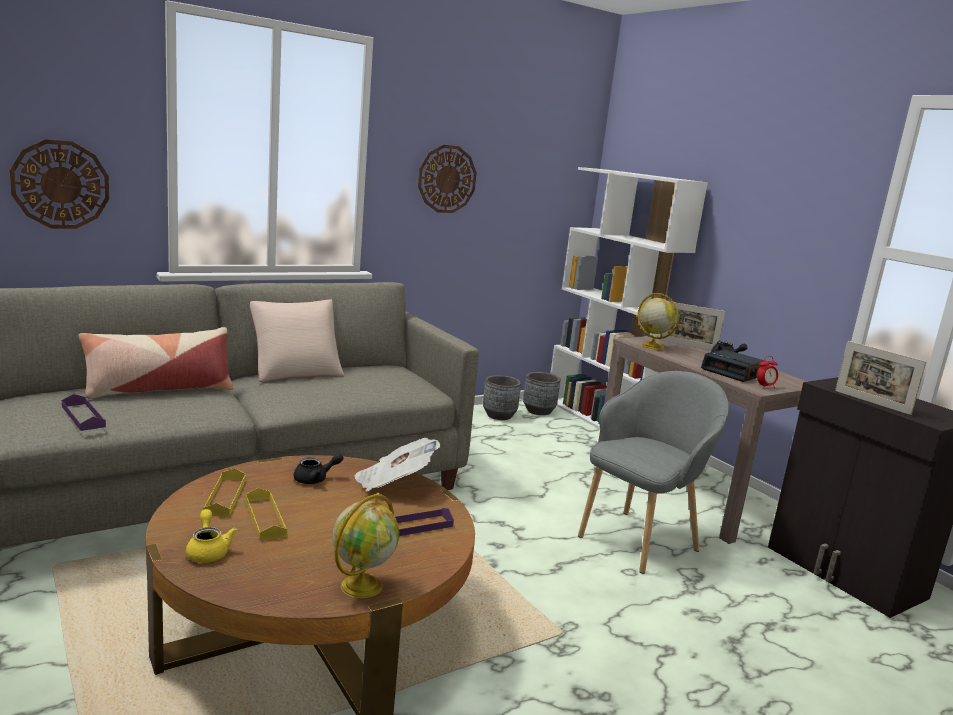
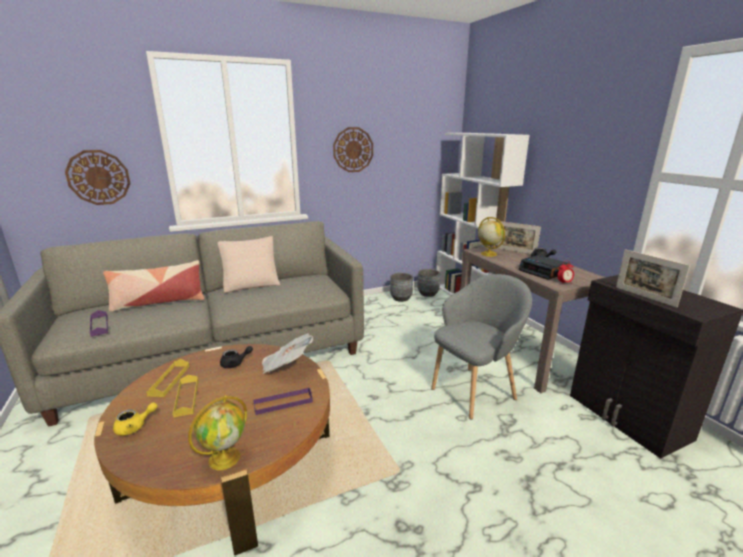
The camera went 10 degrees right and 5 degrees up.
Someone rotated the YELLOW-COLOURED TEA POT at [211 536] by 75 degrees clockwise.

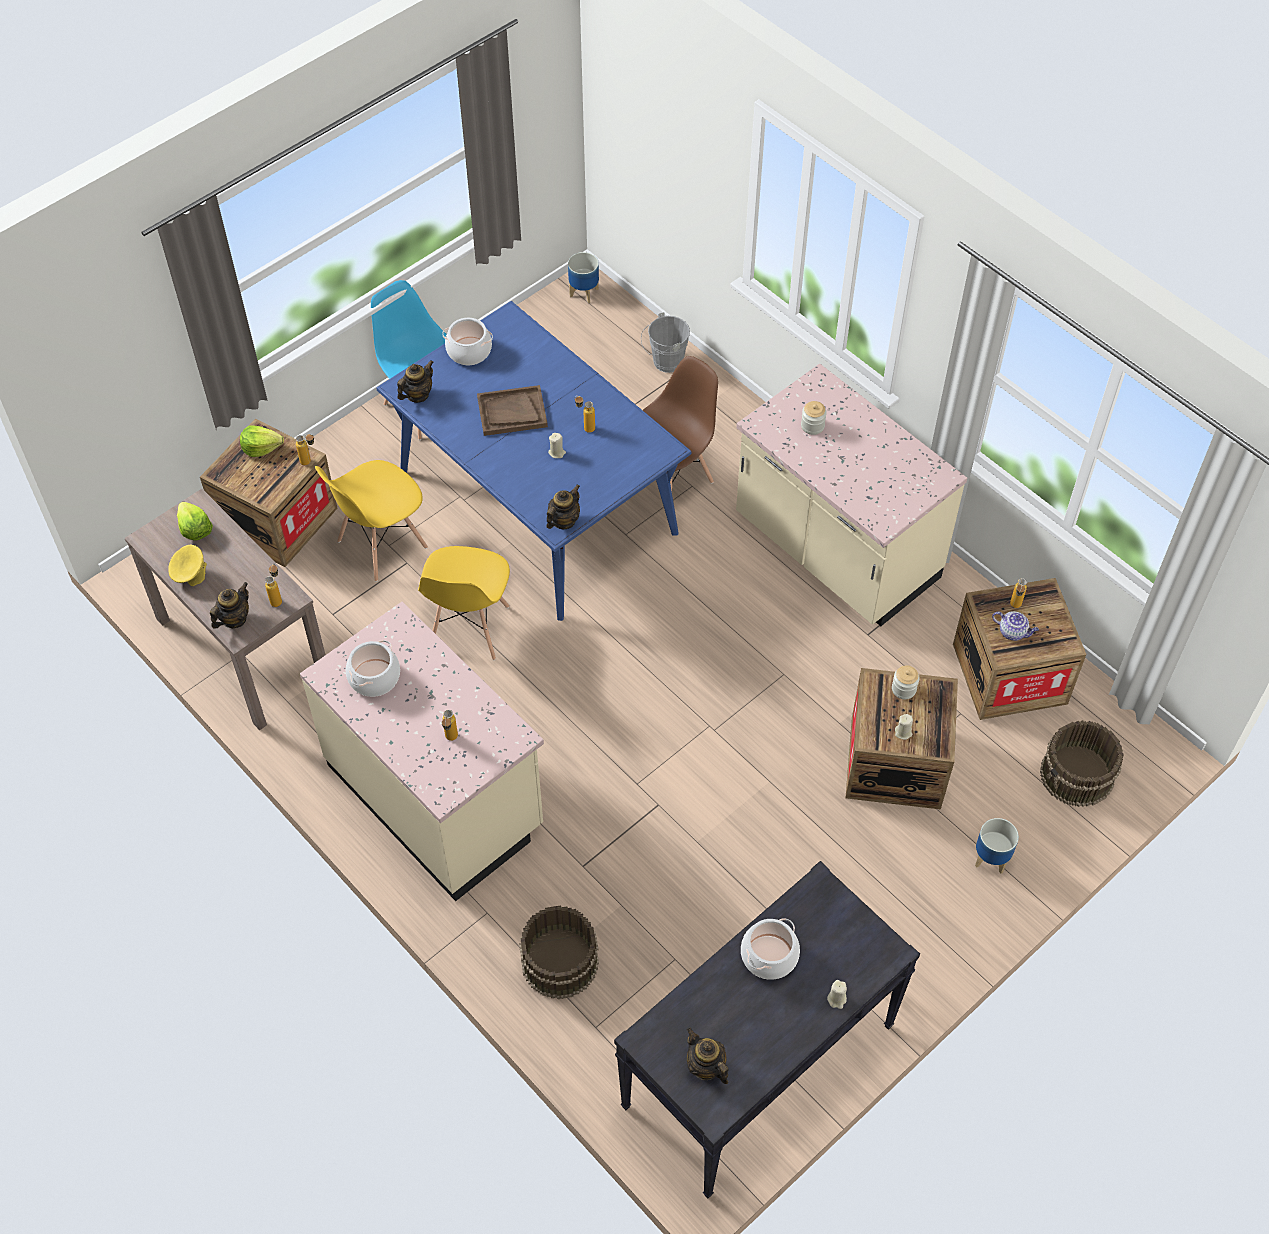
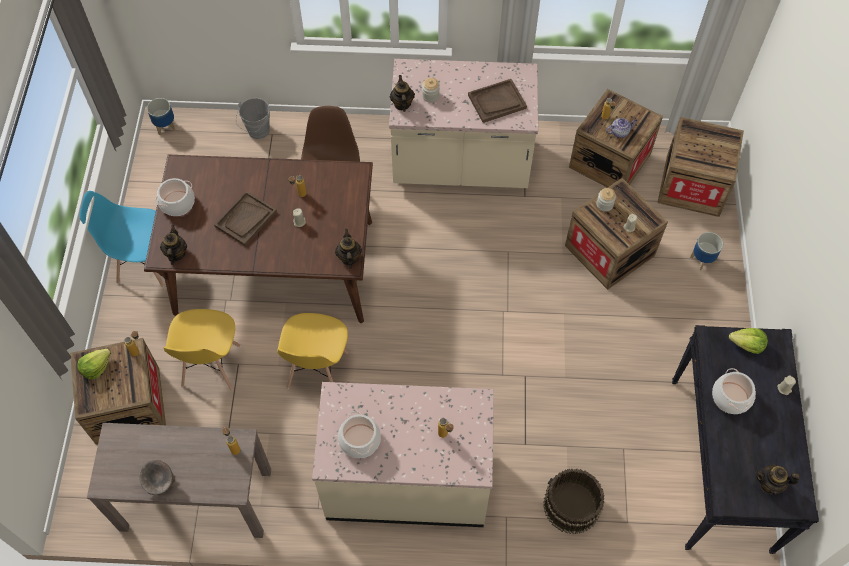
The camera went 45 degrees left and 5 degrees up.
Someone repainted the YELLOW-COLOURED SERVING BOWL at [187 565], which became the GREY SERVING BOWL at [157 477].
Someone carried the LETTUCE HEAD from [195 521] to [748 341].
Someone carried the TEA POT from [229 605] to [402 93].
Someone repainted the BLUE-COLOURED DINING TABLE at [533 461], which became the BROWNISH DINING TABLE at [258 239].
Someone rotated the YELLOW-COLOURED PLAIN CHAIR at [464 603] by 45 degrees clockwise.
Someone swapped the BROWNISH BUCKET at [1082 763] for the SHIPPING CRATE at [701 167].
Someone put down the BROWNISH SERVING TRAY at [497 101].

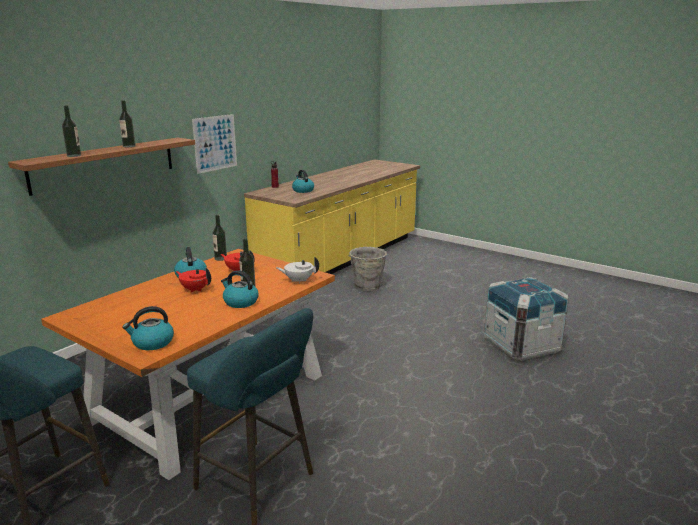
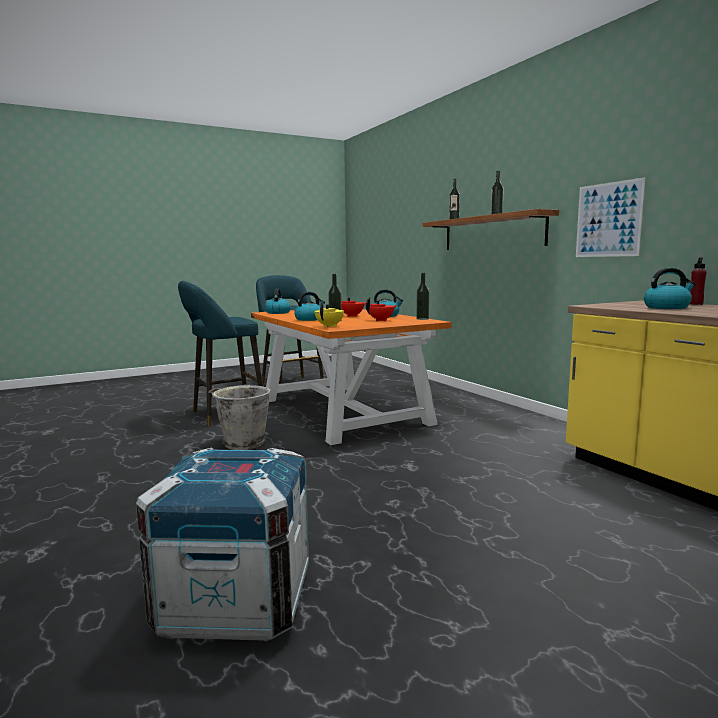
The camera went 115 degrees right and 10 degrees down.
Someone repainted the WHITE TEA POT at [297 270], which became the YELLOW-COLOURED TEA POT at [329 314].
Someone carried the GREY BUCKET from [368 269] to [239 417].

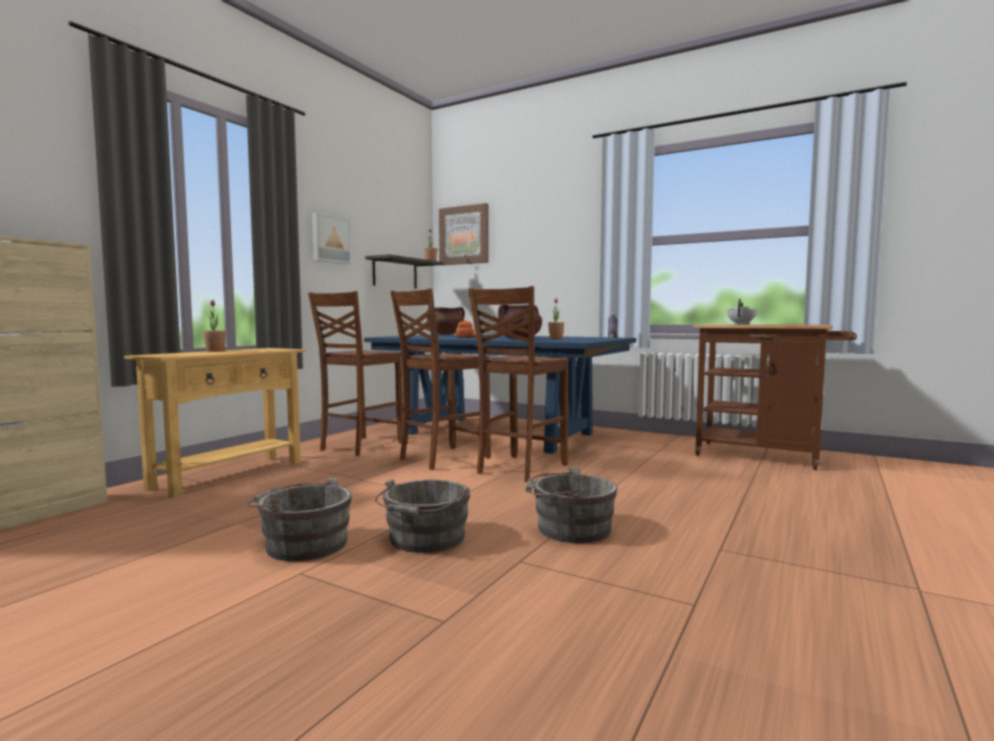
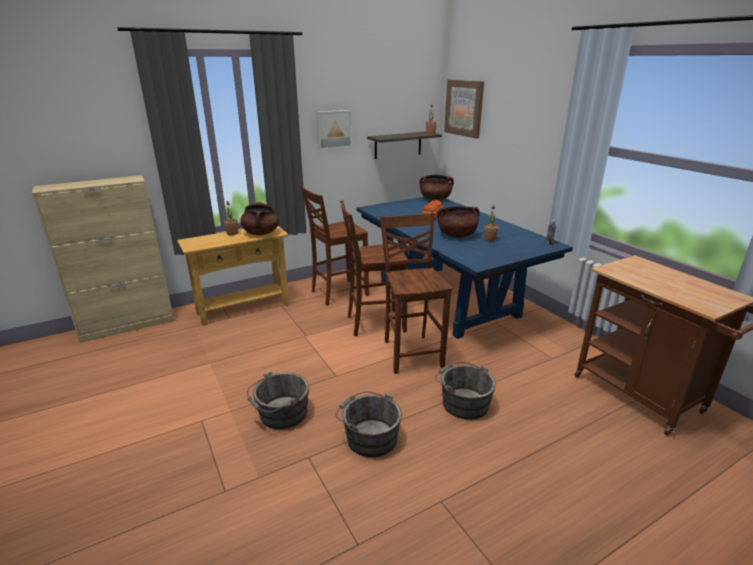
The camera went 30 degrees right and 20 degrees up.
Someone carried the GREY BUCKET from [299 519] to [465 391].
Someone rotated the BROWNISH PLAIN CHAIR at [518 384] by 105 degrees clockwise.
Someone took away the WHITE TEA POT at [742 312].
Someone put down the BROWNISH STOCKPOT at [260 218].

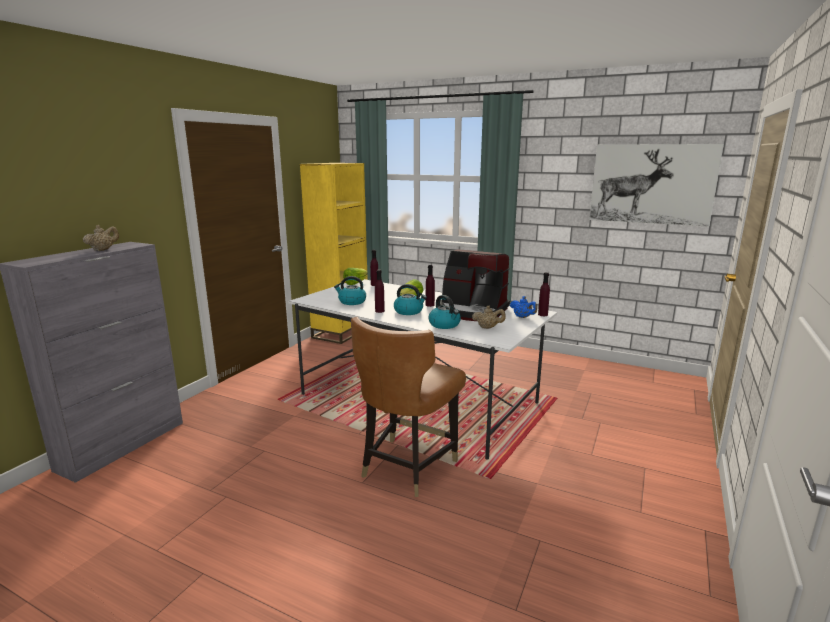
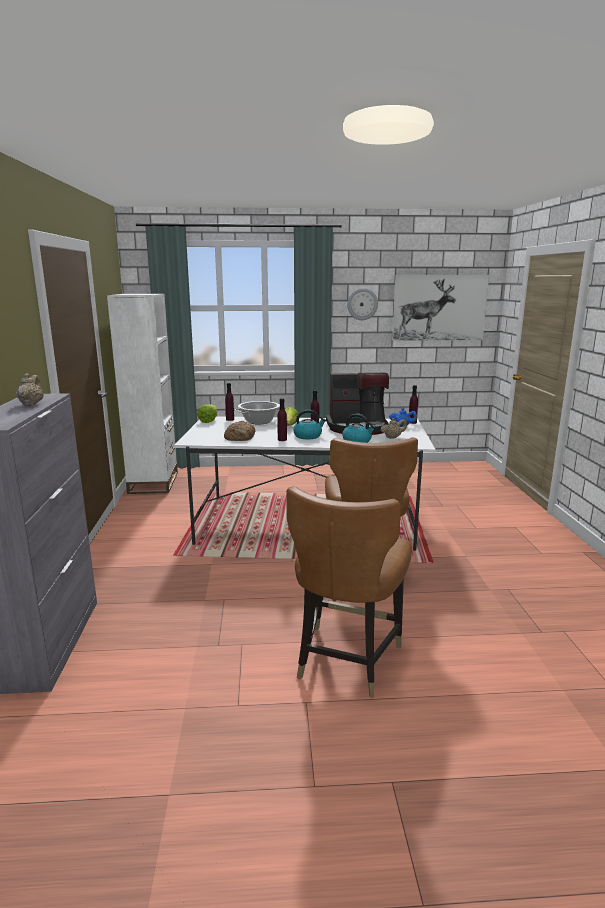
The camera went 30 degrees left and 0 degrees up.
Someone repainted the YELLOW-COLOURED BOOKCASE at [334 253], which became the WHITE BOOKCASE at [142 394].
Someone swapped the WATER KETTLE at [350 290] for the BAKERY BREAD at [239 431].
Someone put down the STOCKPOT at [257 412].
Someone put down the BROWNISH PLAIN CHAIR at [349 592].
Someone put up the CLOCK ON THE WALL at [362 304].

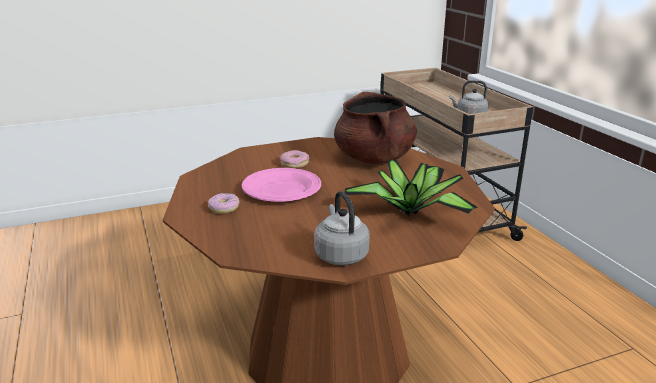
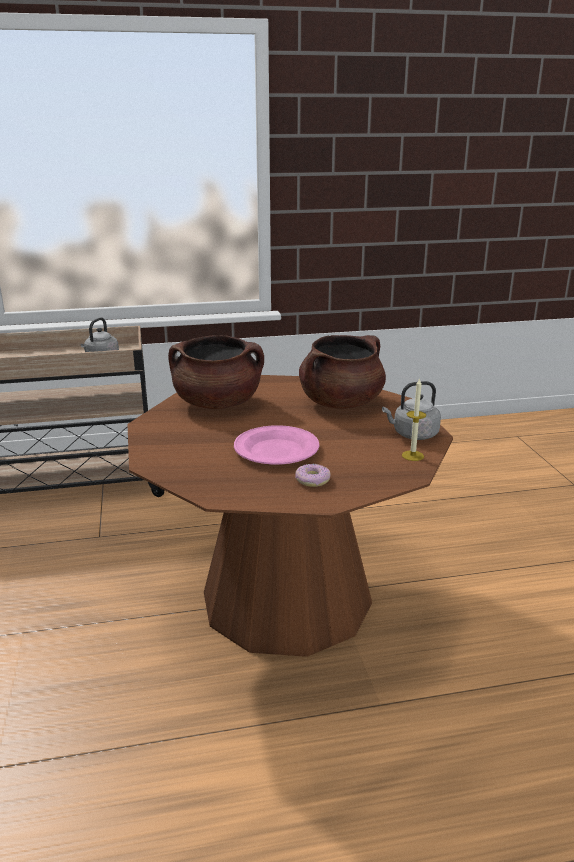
The camera went 80 degrees left and 0 degrees up.
Someone took away the DOUGHNUT at [294 159].
Someone swapped the POTTED PLANT at [411 187] for the BROWNISH STOCKPOT at [342 372].
Someone put down the WAX LIGHT at [414 419].

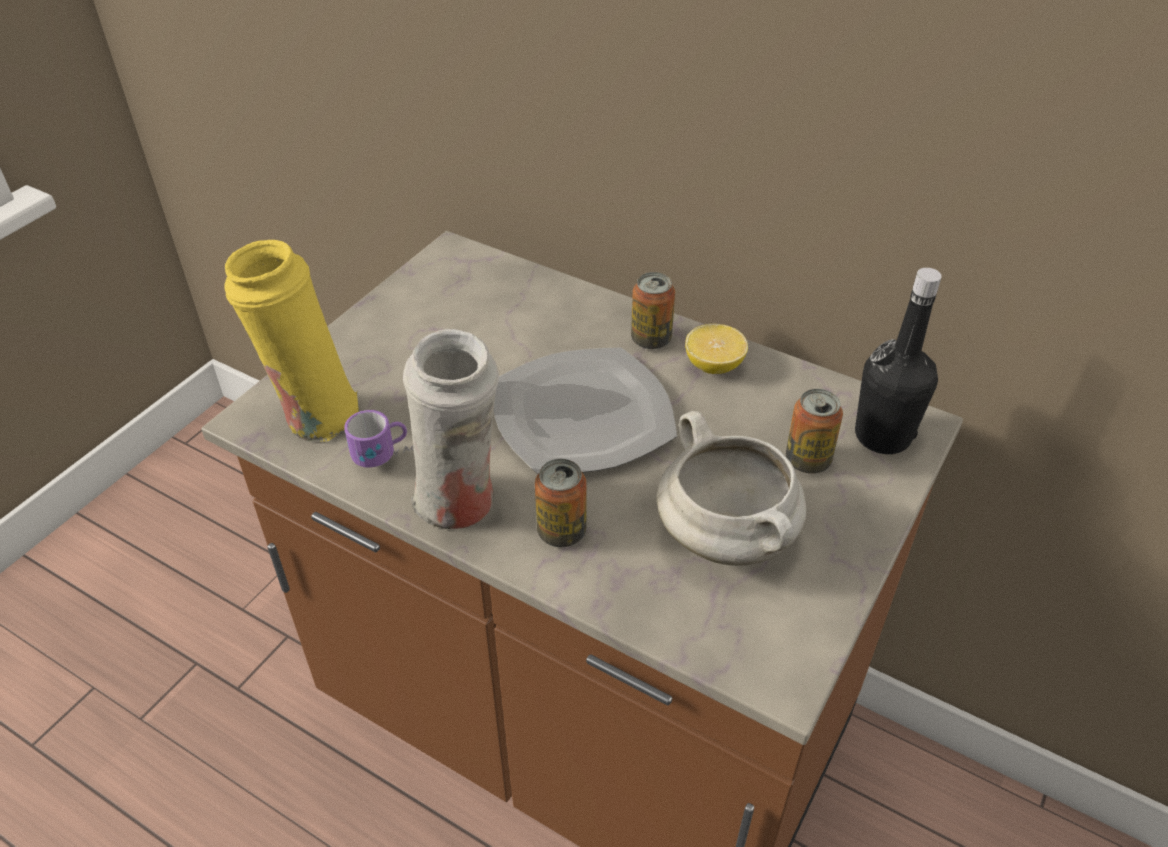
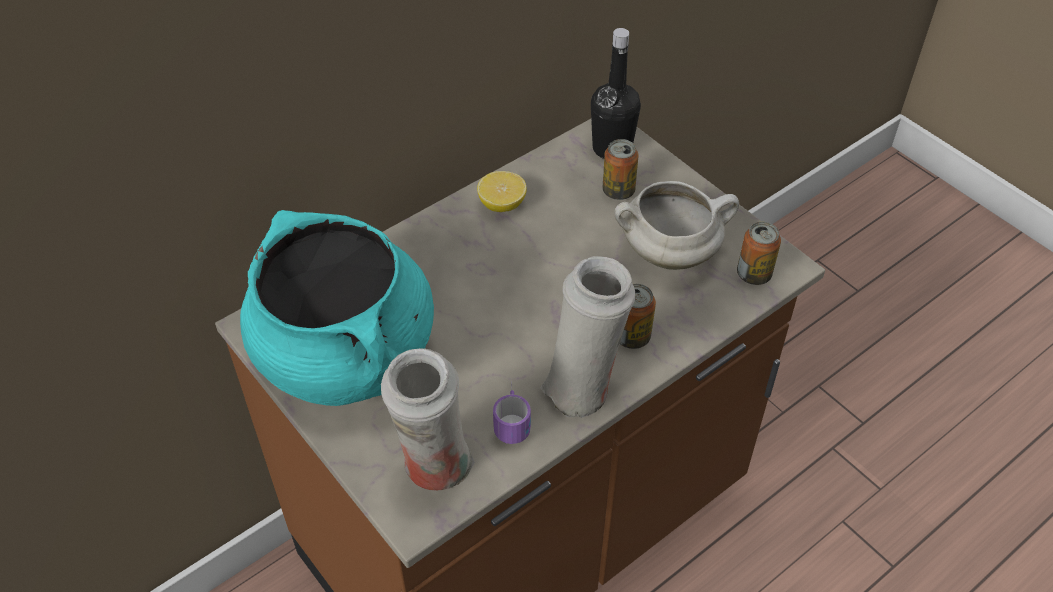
The camera went 70 degrees left and 5 degrees up.
Someone repainted the YELLOW-COLOURED FLOWER VASE at [291 341], which became the WHITE FLOWER VASE at [428 419].
Someone took away the PLATE at [585 411].
Someone carried the SEALED CAN from [653 310] to [759 253].
Someone put down the BLUE-GREEN STOCKPOT at [337 308].

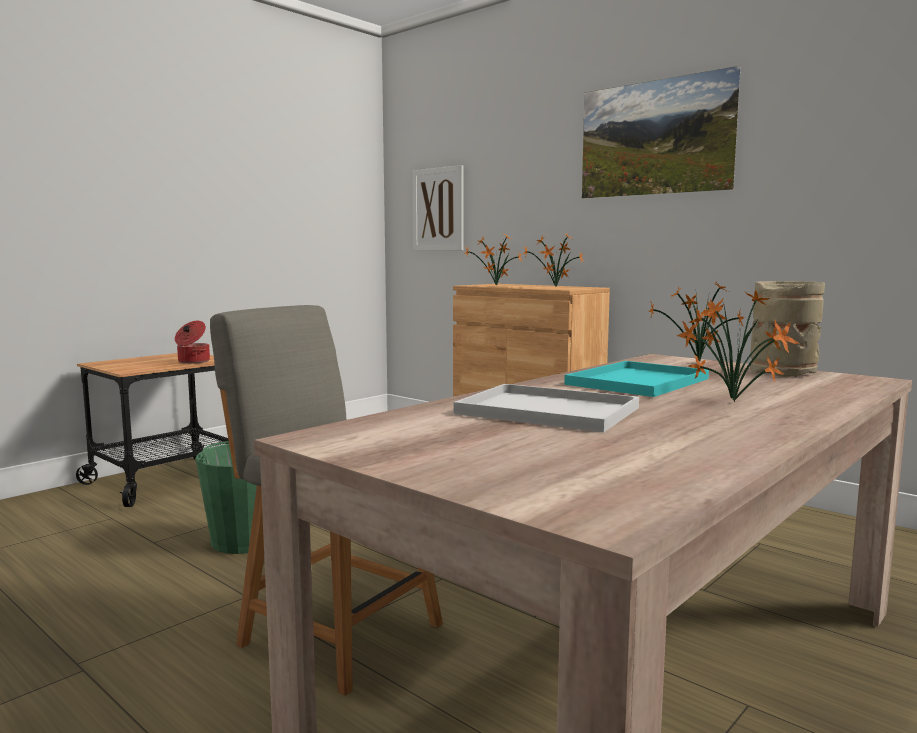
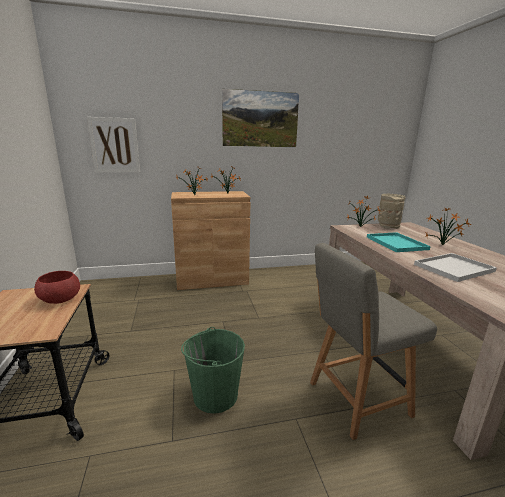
The camera went 55 degrees left and 10 degrees up.
Someone swapped the STOCKPOT at [192 342] for the REDDISH SERVING BOWL at [57 287].

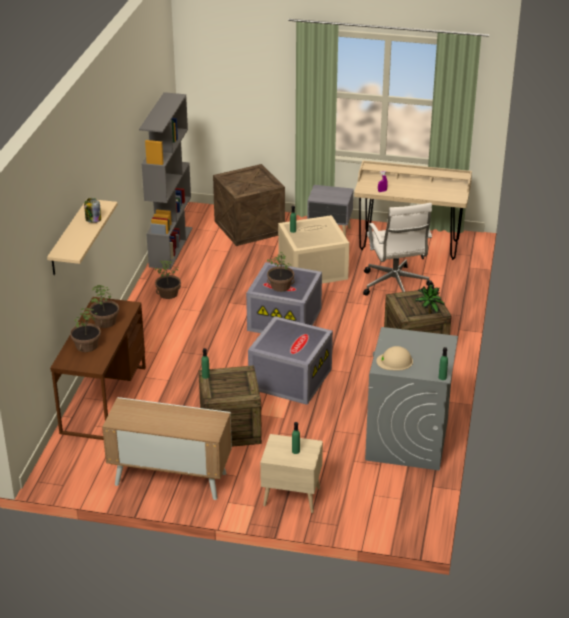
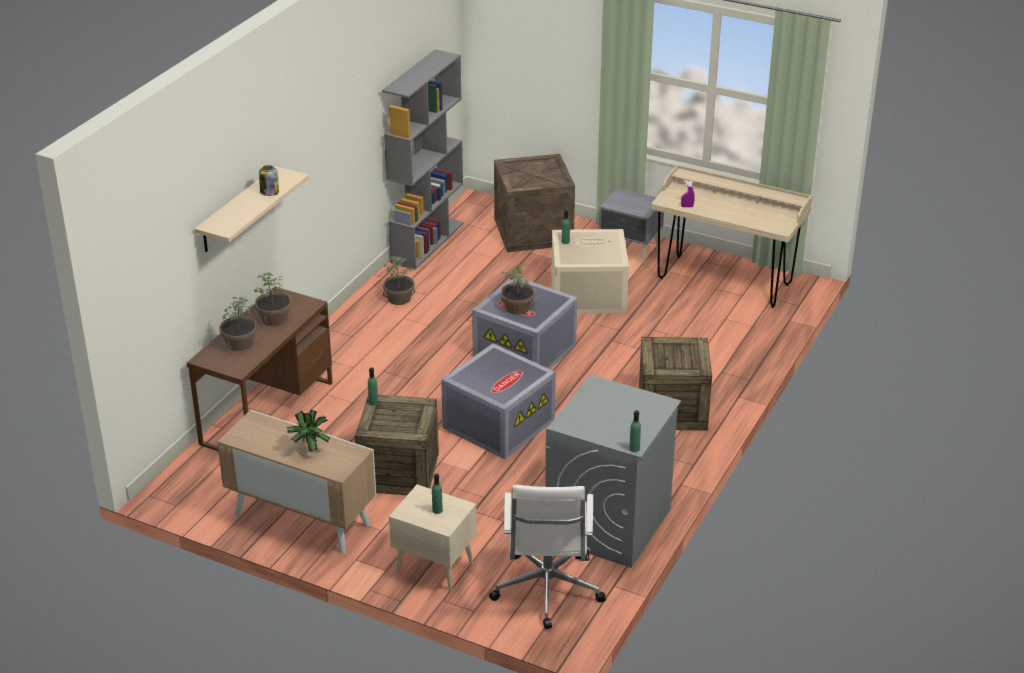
The camera went 15 degrees right and 0 degrees up.
Someone carried the WHITE OFFICE CHAIR from [398 249] to [547 557].
Someone took away the BEIGE-COLOURED HARD HAT at [394 358].
Someone carried the POTTED PLANT from [430 299] to [308 431].

